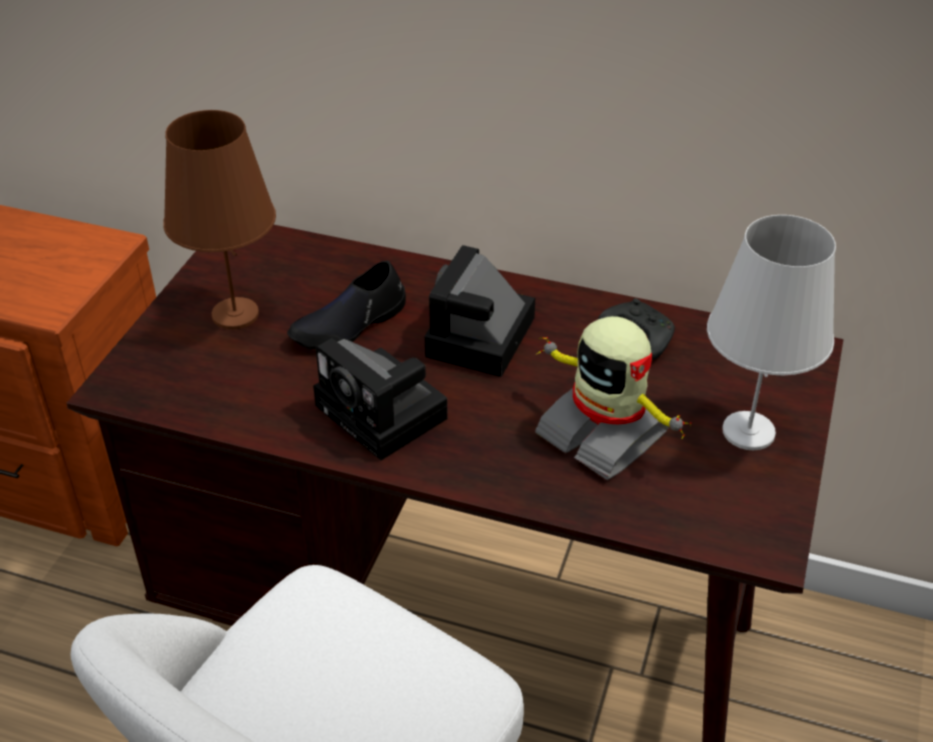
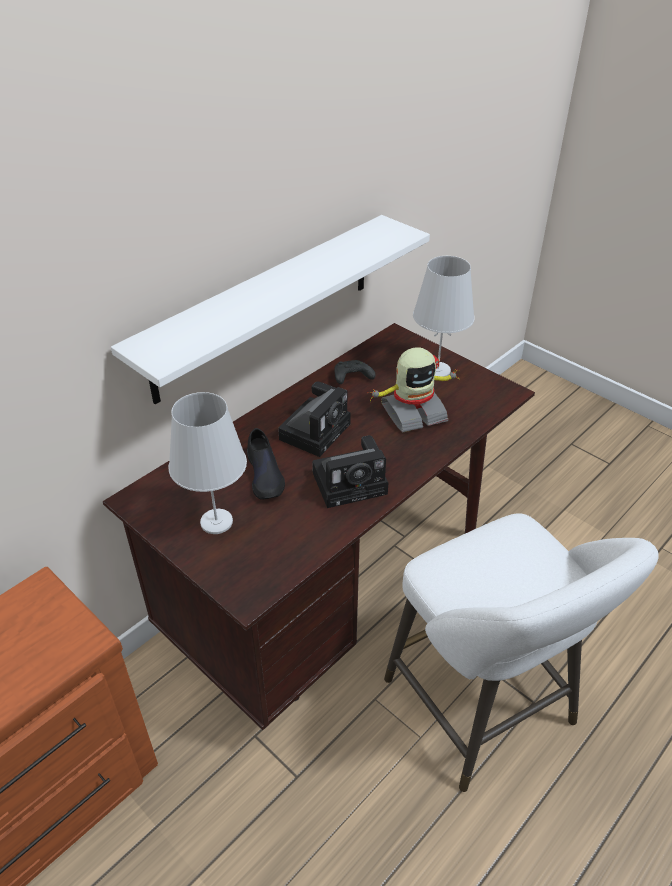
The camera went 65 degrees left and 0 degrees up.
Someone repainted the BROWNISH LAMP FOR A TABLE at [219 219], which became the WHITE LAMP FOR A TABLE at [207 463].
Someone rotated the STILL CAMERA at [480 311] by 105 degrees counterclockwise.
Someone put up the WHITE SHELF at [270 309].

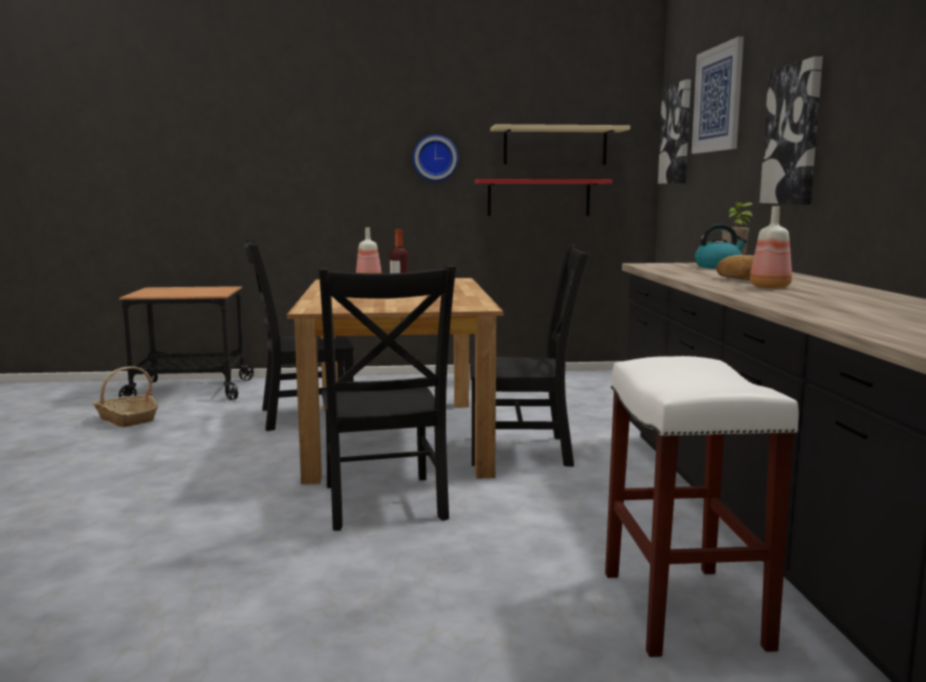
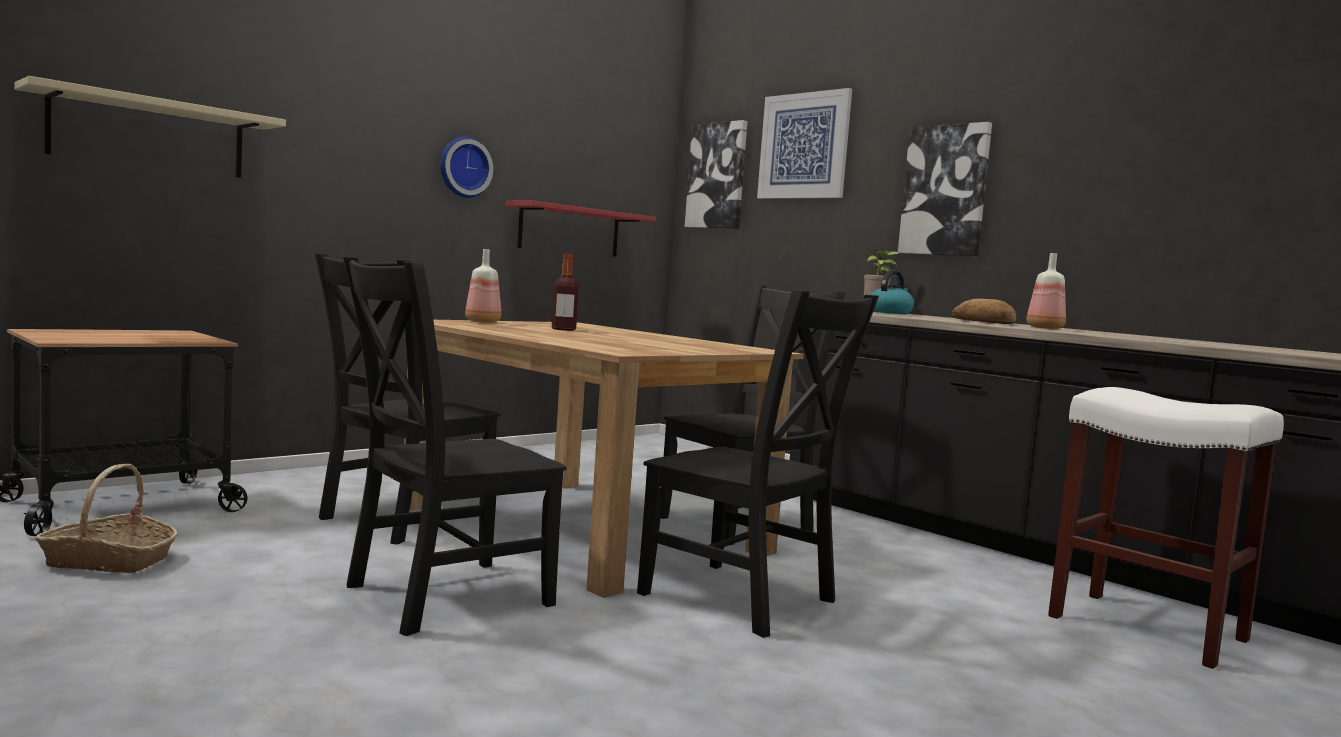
The camera went 40 degrees left and 5 degrees down.
Someone carried the BEIGE-COLOURED SHELF from [560 144] to [150 127].
Someone put down the BLACK PLAIN CHAIR at [455 446].

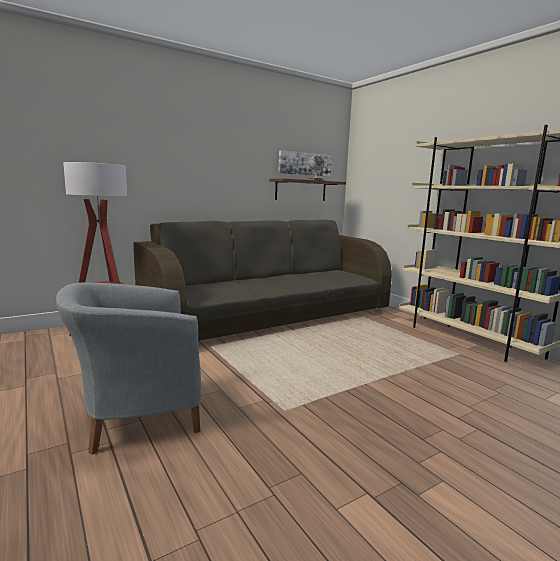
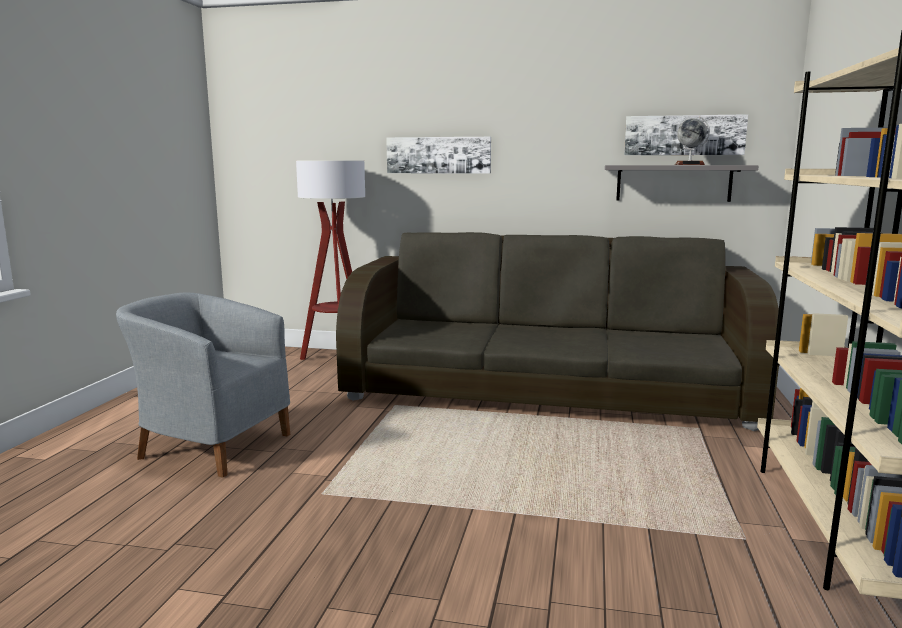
The camera went 45 degrees right and 0 degrees up.
Someone repainted the BROWNISH SHELF at [307 189], which became the GREY SHELF at [682 183].
Someone put up the WALL ART at [438 155].

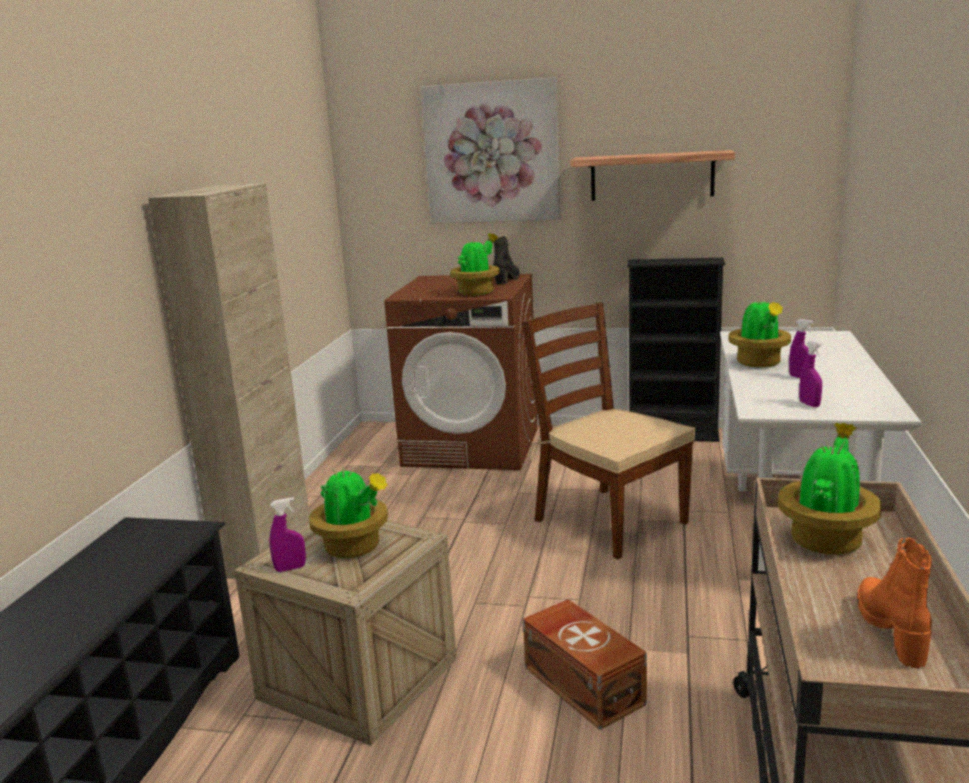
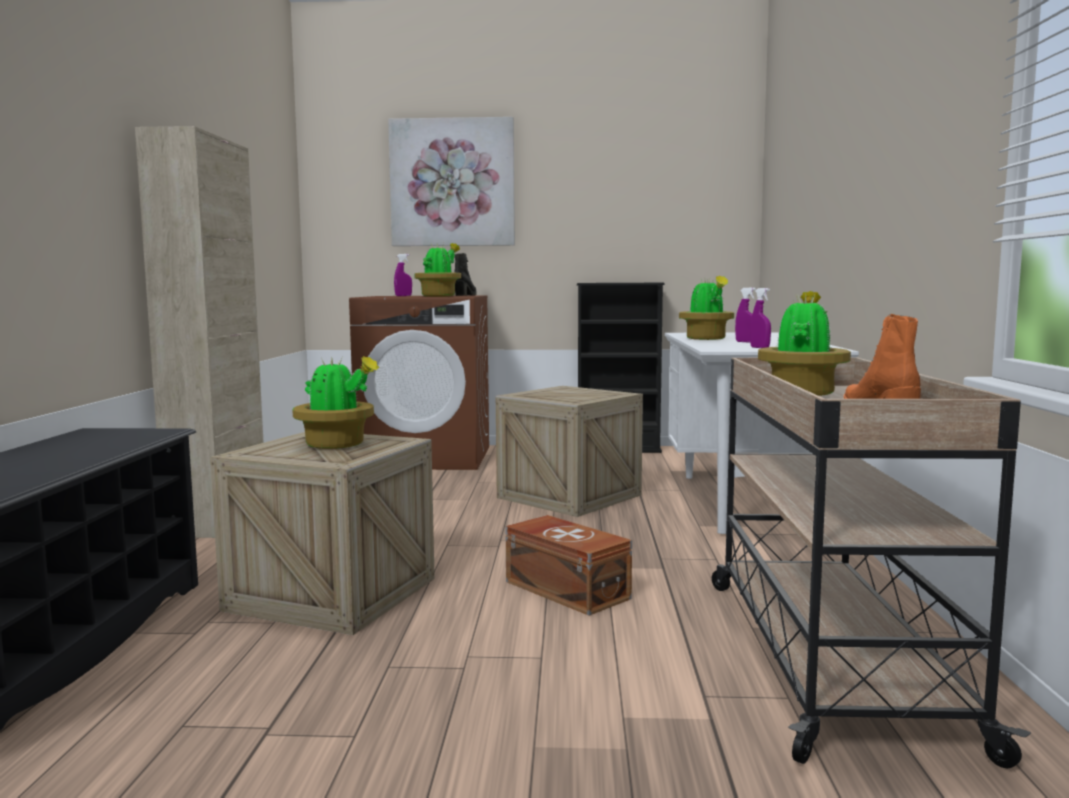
The camera went 10 degrees left and 10 degrees down.
Someone carried the PURPLE HAND SPRAYER from [288 534] to [403 275].
Someone swapped the BROWNISH PLAIN CHAIR at [608 430] for the SHIPPING CRATE at [569 451].
Someone took away the SHELF at [652 175].

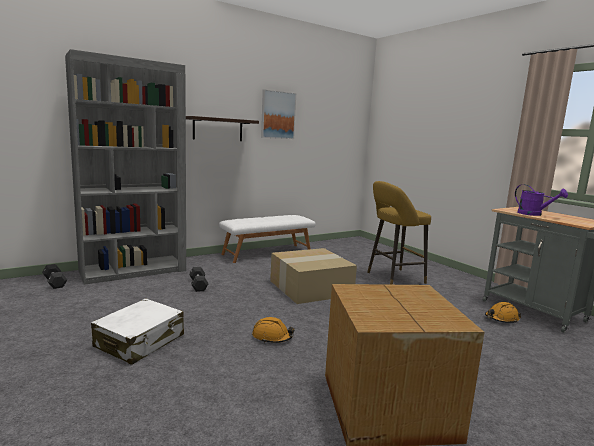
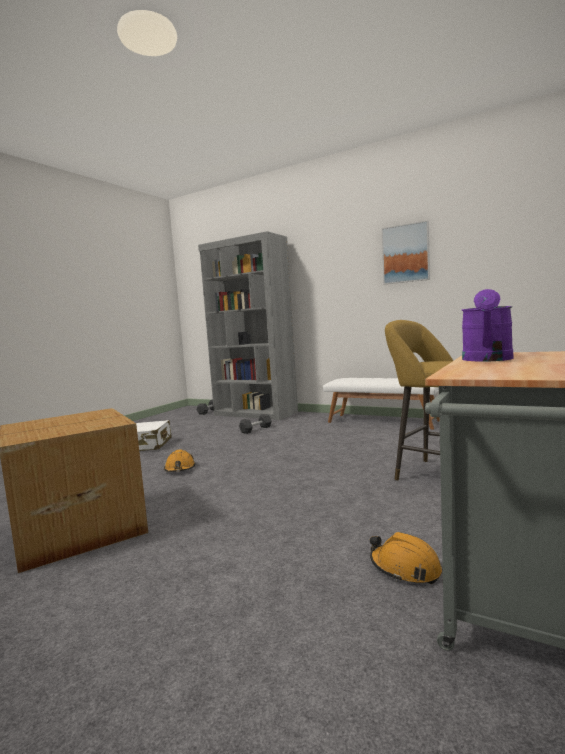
The camera went 65 degrees right and 5 degrees down.
Someone took away the SHELF at [222 128].
Someone took away the PACKING BOX at [313 276].

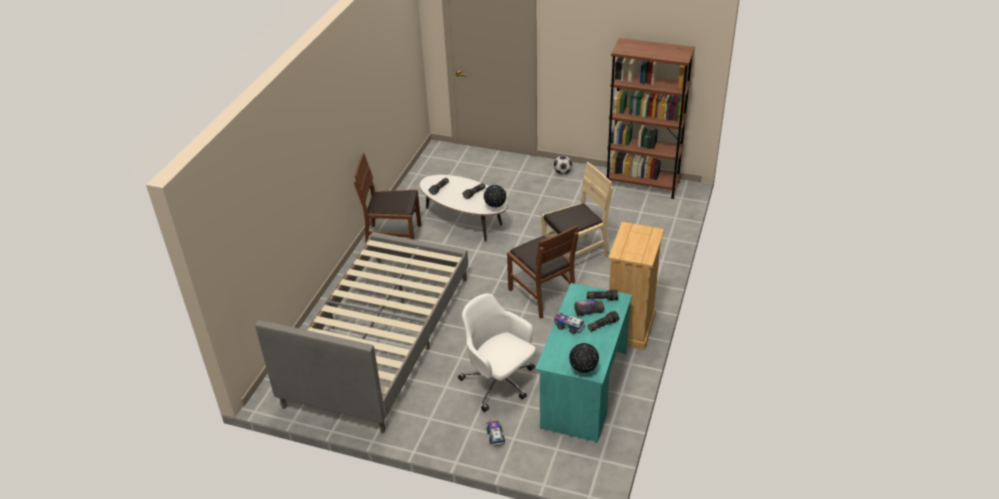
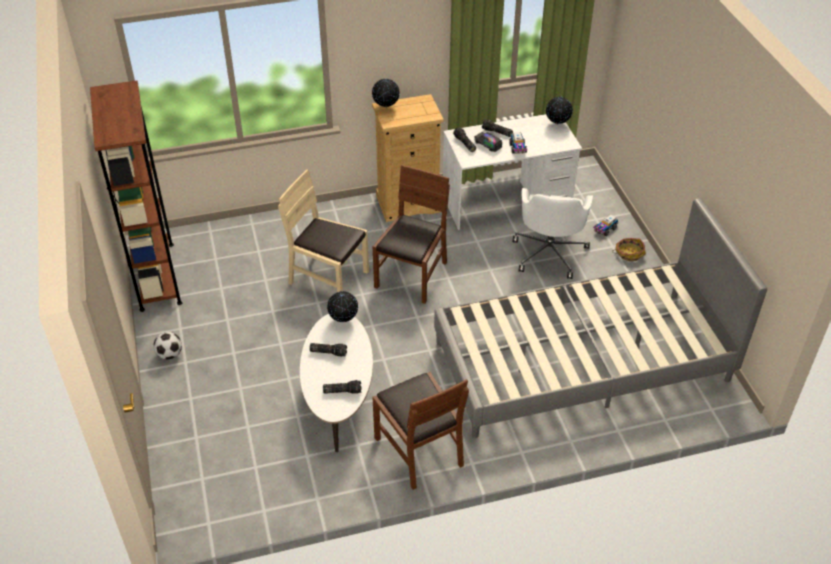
The camera went 125 degrees left and 5 degrees up.
Someone repainted the BLUE-GREEN DESK TABLE at [583 362], which became the WHITE DESK TABLE at [512 172].
Someone put down the WORLD GLOBE at [386 92].
Someone put down the STORAGE BASKET at [629 249].

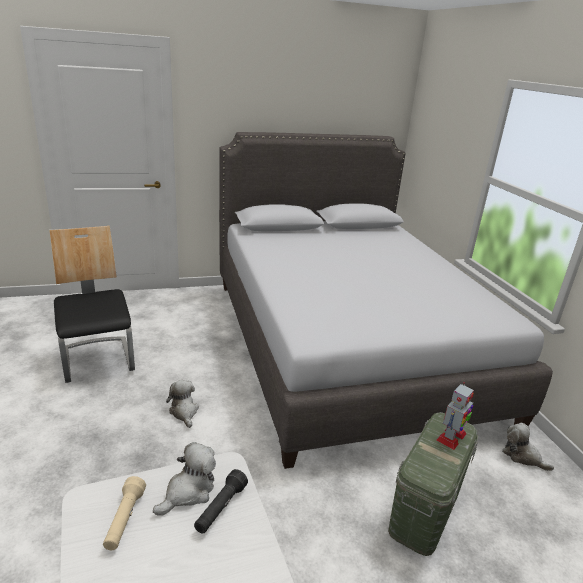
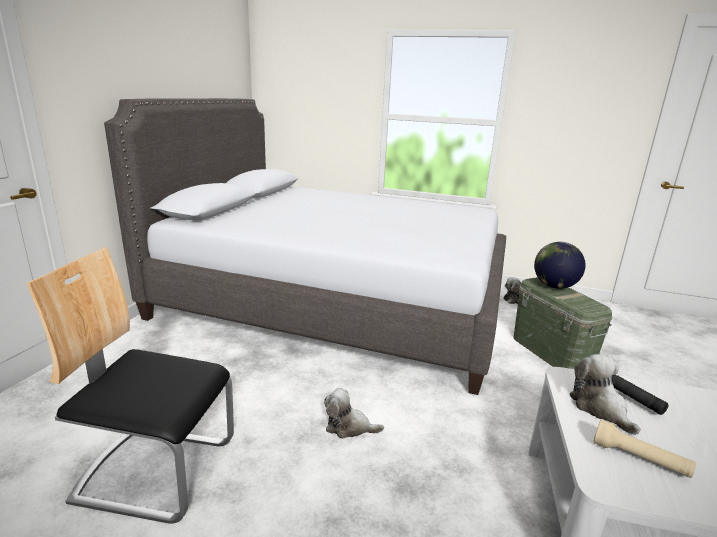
The camera went 55 degrees left and 5 degrees down.
Someone swapped the ROBOT FIGURE at [455 416] for the WORLD GLOBE at [560 265].

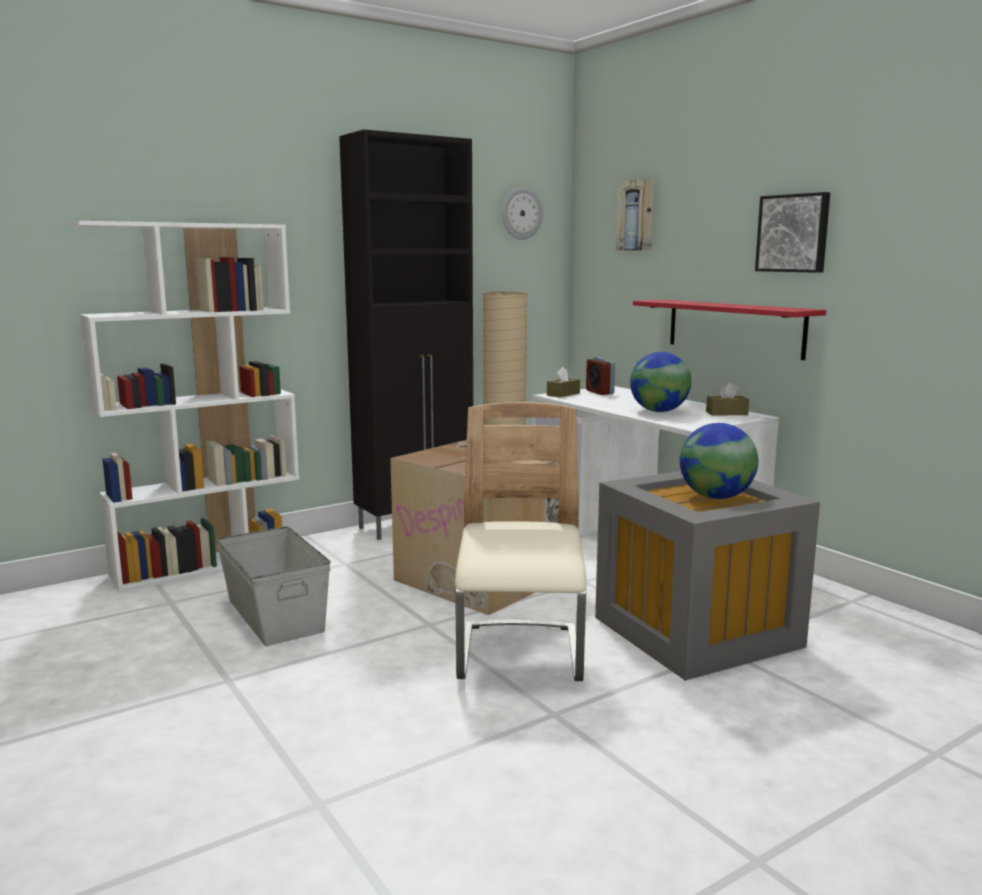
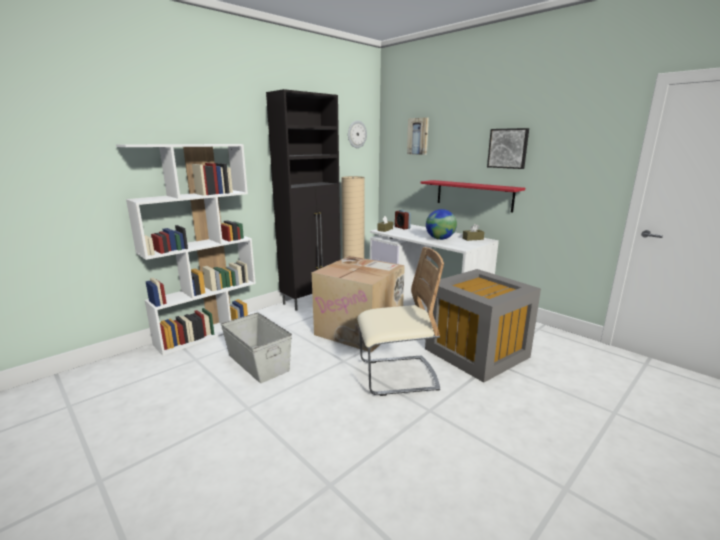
The camera went 10 degrees left and 5 degrees up.
Someone rotated the BEIGE-COLOURED PLAIN CHAIR at [521 541] by 90 degrees clockwise.
Someone took away the WORLD GLOBE at [719 461].

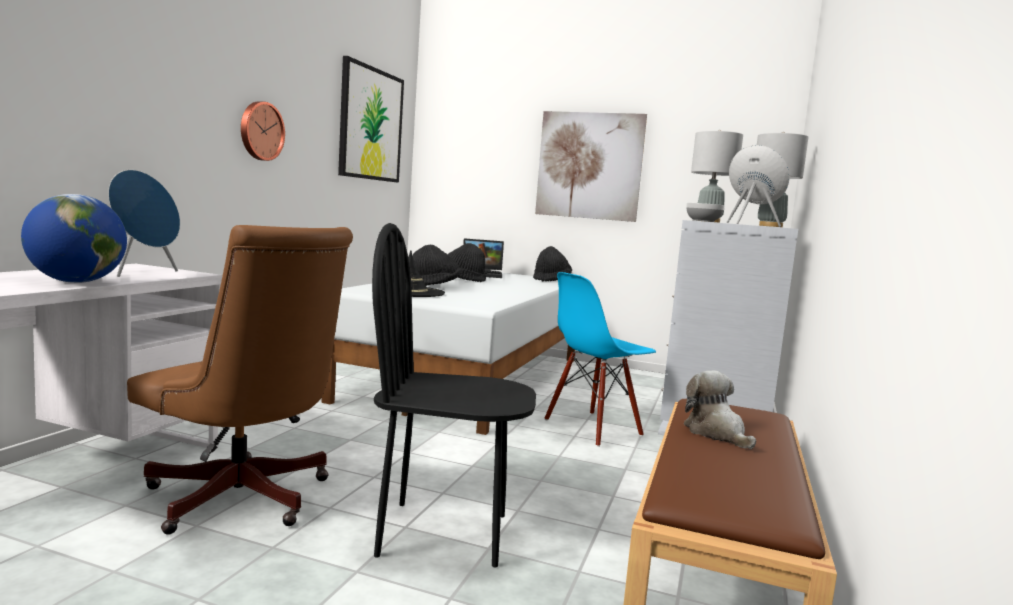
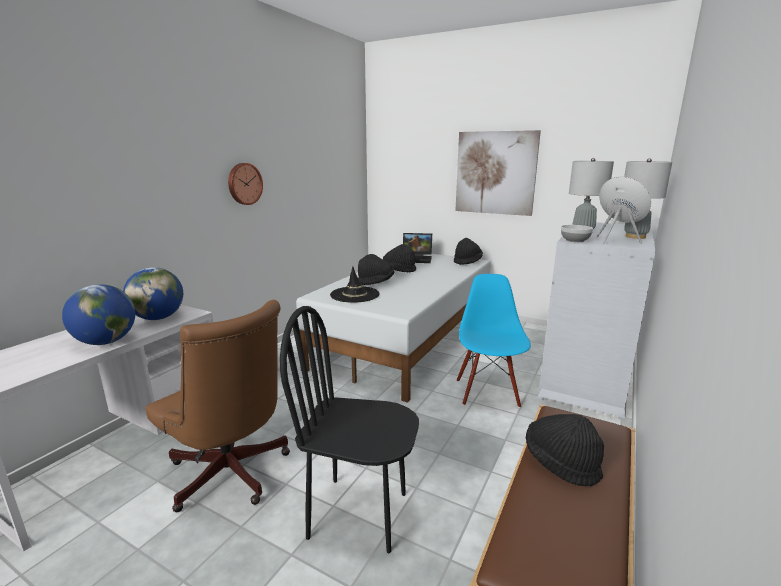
The camera went 10 degrees right and 10 degrees up.
Someone swapped the BLUE-COLOURED AUDIO SPEAKER at [144 223] for the WORLD GLOBE at [153 293].
Someone took away the WALL ART at [371 119].
Someone rotated the BLUE-COLOURED PLAIN CHAIR at [600 359] by 120 degrees clockwise.
Someone swapped the CUDDLY TOY at [720 409] for the BLACK WEARABLE HAT at [565 450].

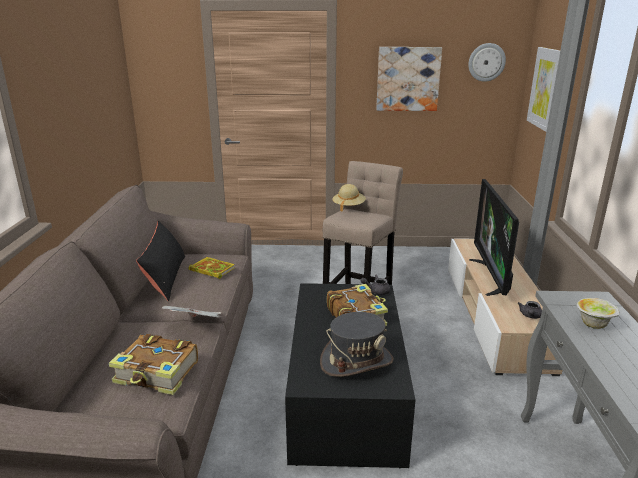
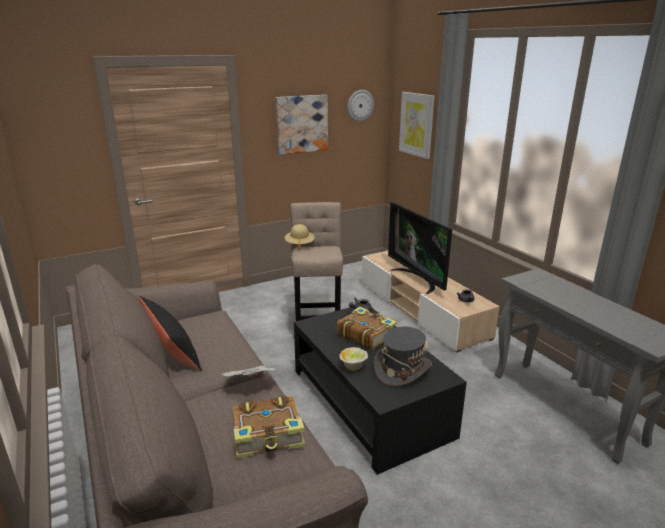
The camera went 30 degrees left and 0 degrees up.
Someone took away the BOOK at [212 268].
Someone carried the SERVING BOWL from [598 313] to [353 359].

